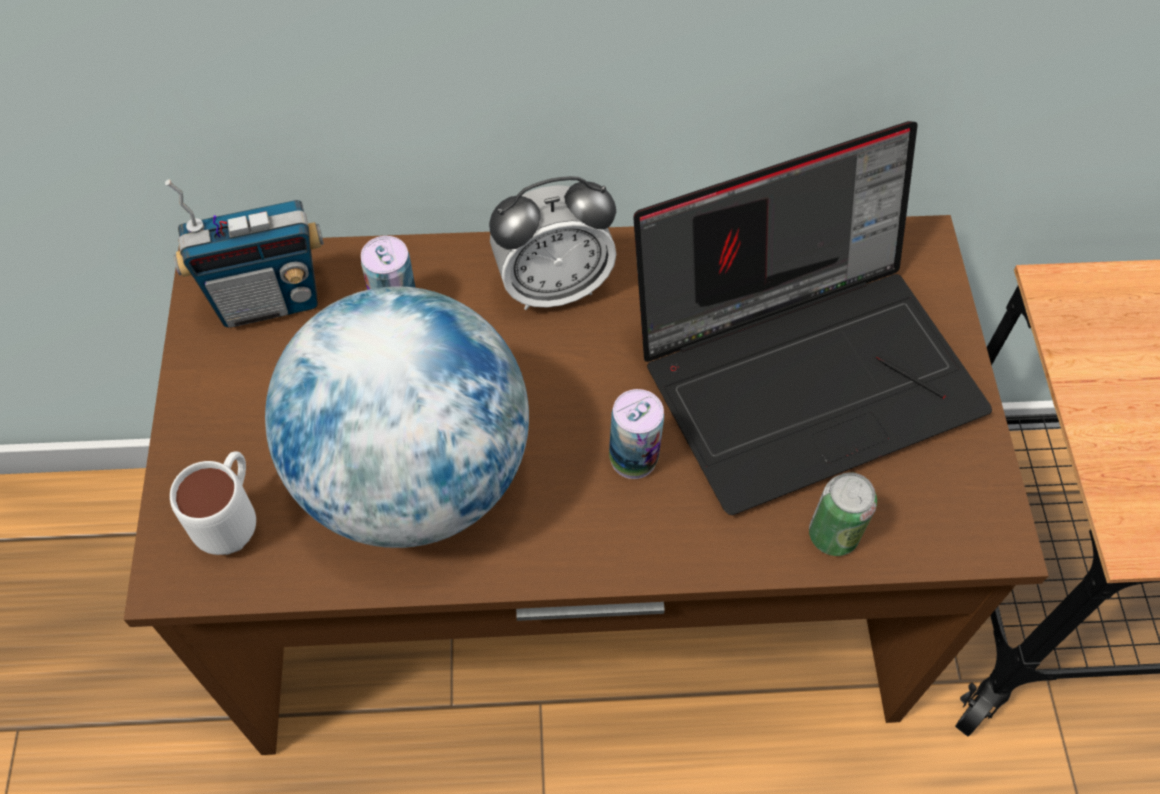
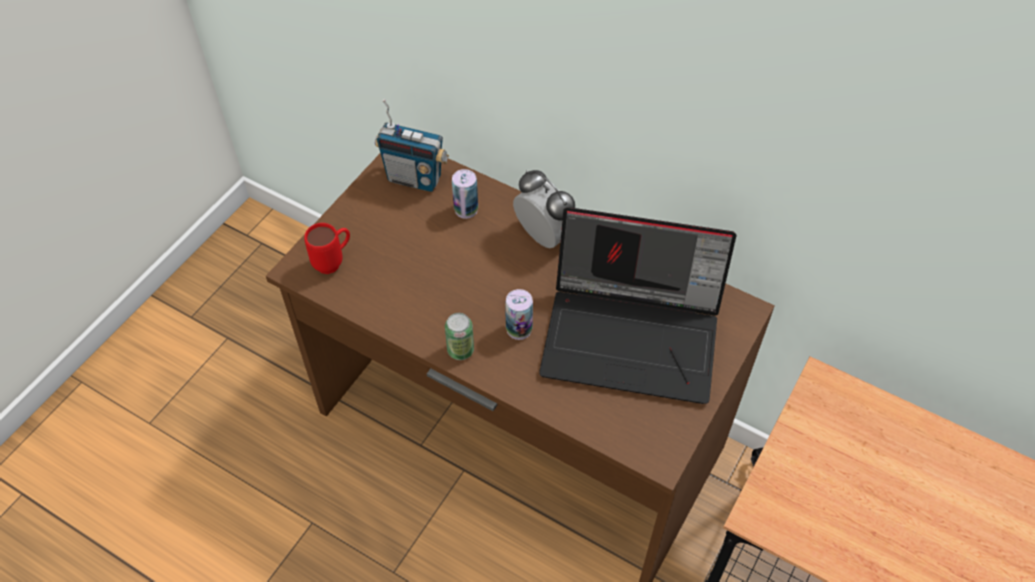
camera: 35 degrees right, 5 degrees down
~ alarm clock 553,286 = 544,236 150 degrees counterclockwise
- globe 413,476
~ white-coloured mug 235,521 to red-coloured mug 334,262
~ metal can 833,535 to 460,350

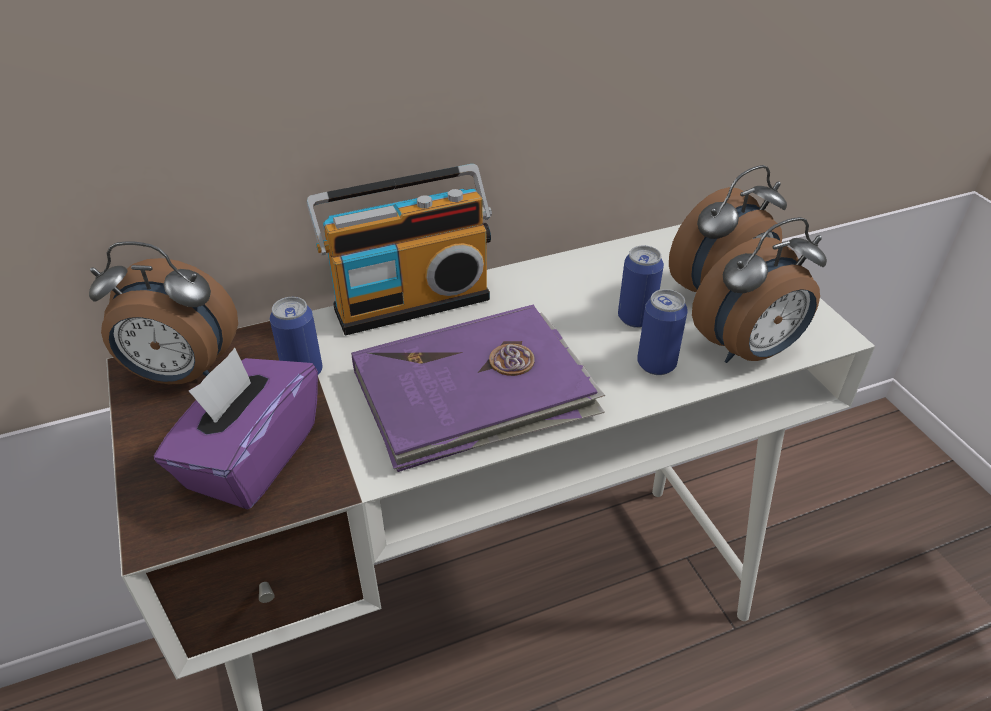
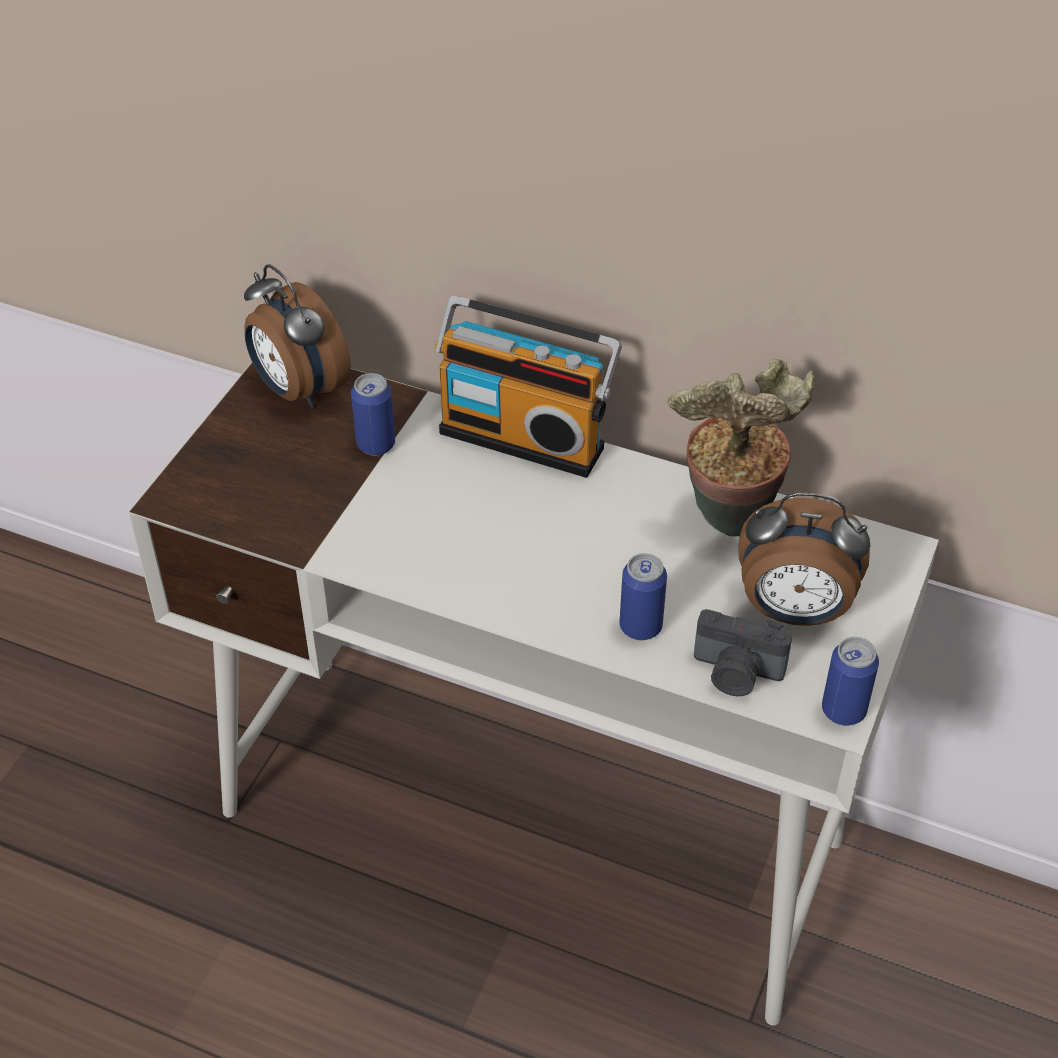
camera: 45 degrees right, 5 degrees up
~ alarm clock 748,351 to still camera 736,673
~ metal can 635,318 to 843,710
- purplish volume 475,393
- purplish box of tissues 251,458
+ plant in a pot 729,522

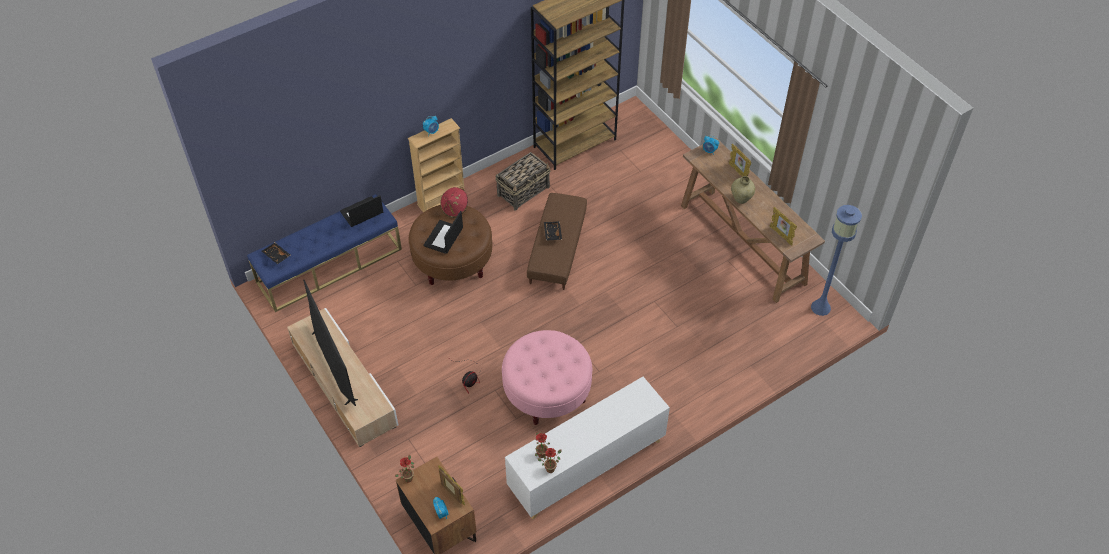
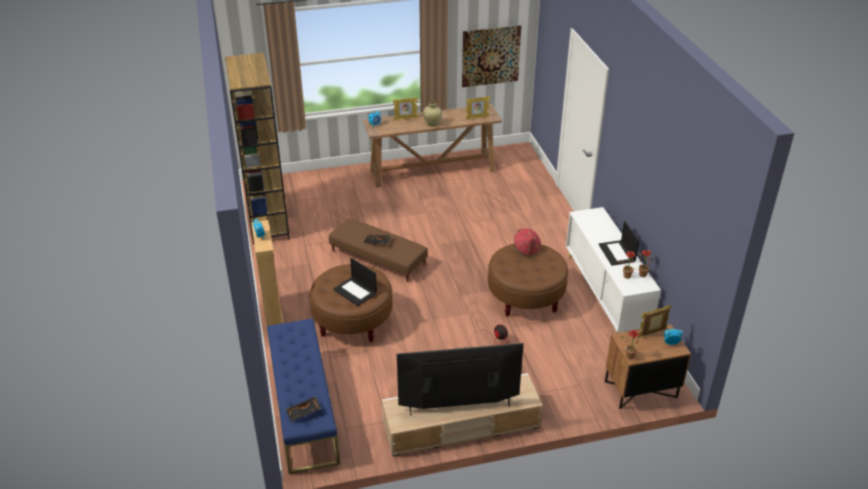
camera: 70 degrees left, 15 degrees down
- basket 524,191
~ red-coloured wearable hat 455,208 to 526,249
~ laptop 361,212 to 617,253
- blue standard lamp 820,307
~ pink pouffe 547,391 to brown pouffe 525,298
+ wall picture 490,56

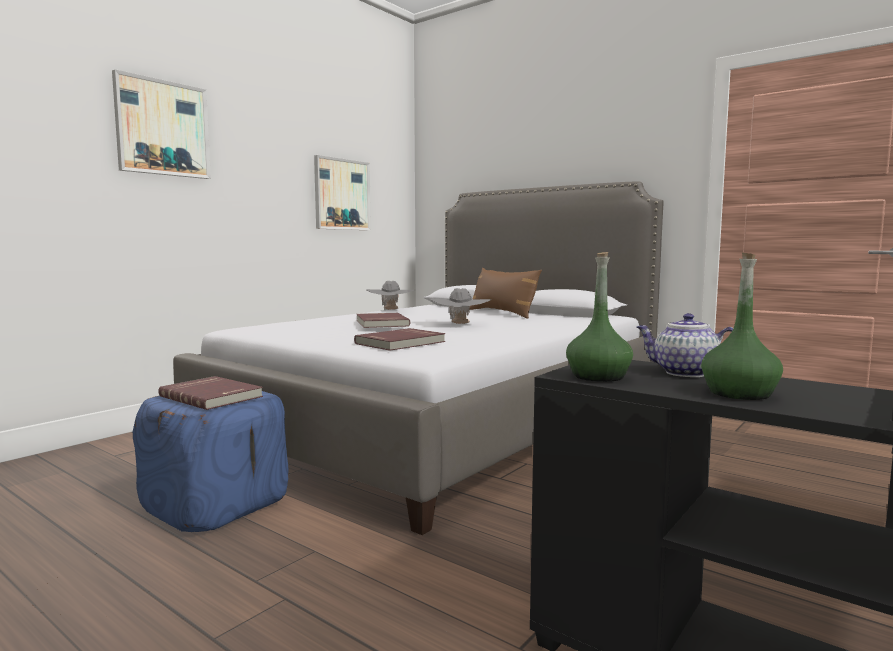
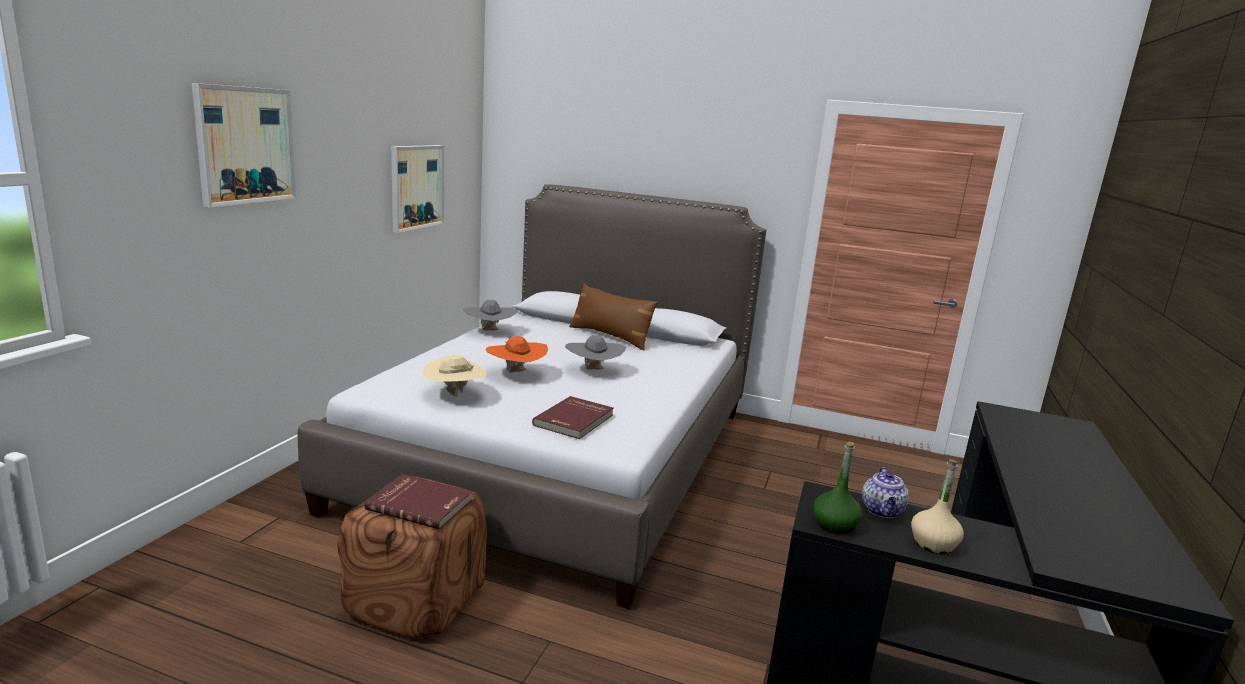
camera: 20 degrees left, 10 degrees up
~ green-coloured bottle 739,393 to beige bottle 933,544
~ red-coloured volume 380,323 to orangey wearable hat 516,373
~ tea pot 684,373 = 882,511 90 degrees counterclockwise
~ blue pouffe 217,505 to brown pouffe 417,600
+ beige wearable hat 454,395

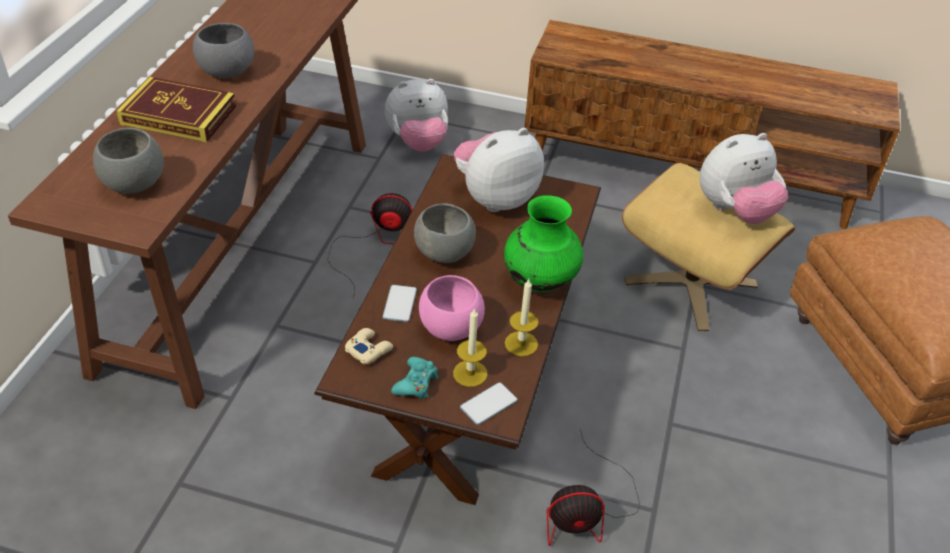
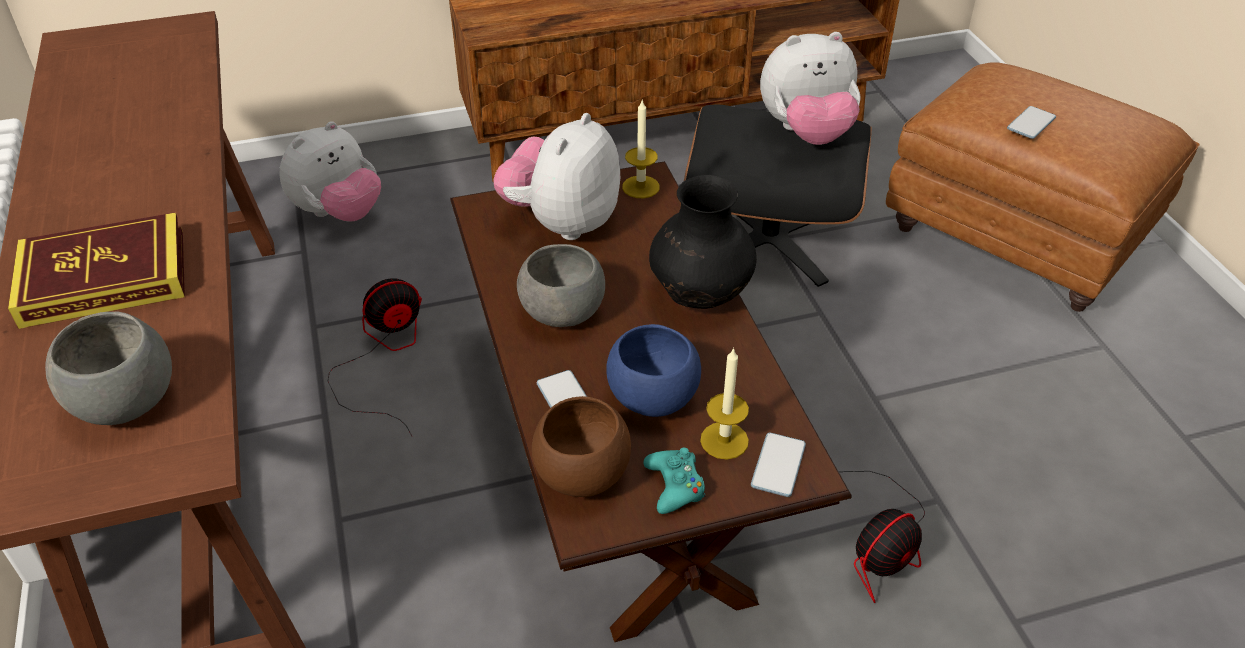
camera: 30 degrees left, 0 degrees up
- gray serving bowl 226,72
~ soft toy 734,211 = 806,133 45 degrees clockwise
~ beige pouffe 691,283 to black-coloured pouffe 769,239
~ green-coloured flower vase 540,281 to black-coloured flower vase 699,294
~ pink serving bowl 450,329 to blue serving bowl 653,400
~ wax light 521,344 to 640,187
~ beige game controller 368,349 to brown serving bowl 580,475
+ handset 1031,123

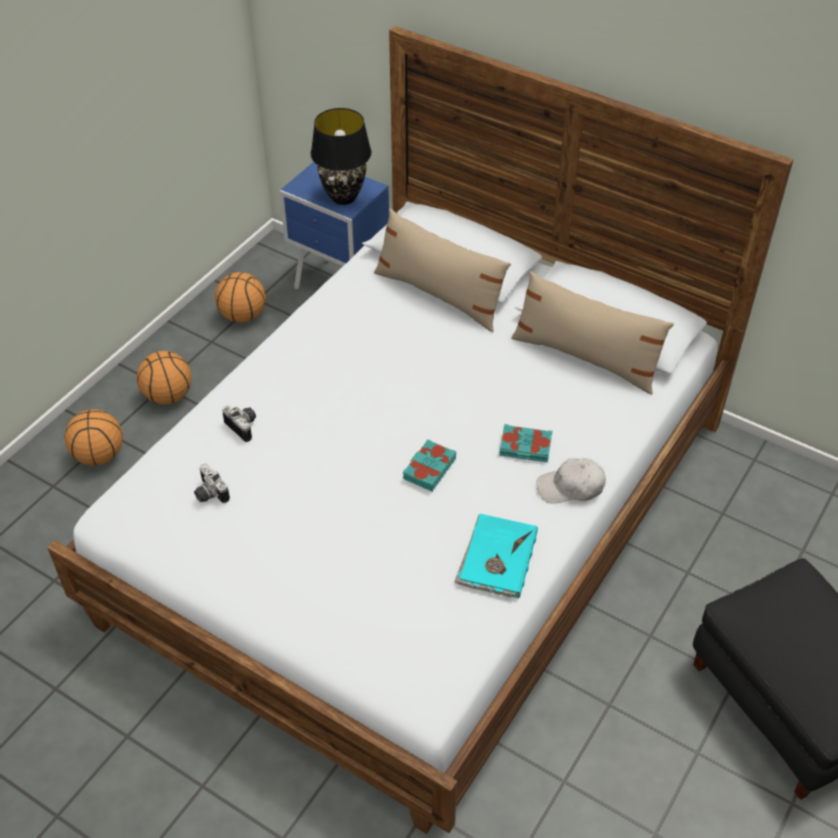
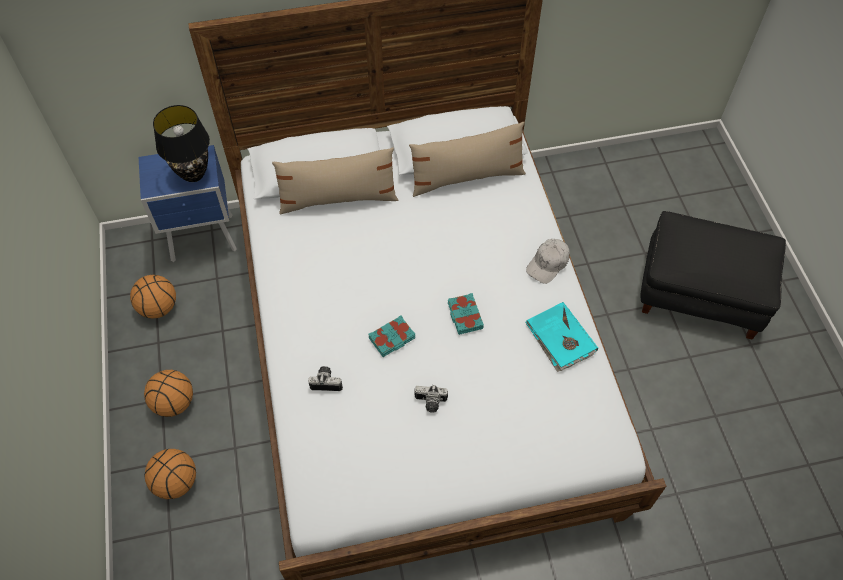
camera: 45 degrees left, 10 degrees up
~ blue-green volume 525,447 to 392,338
~ still camera 209,494 to 430,403

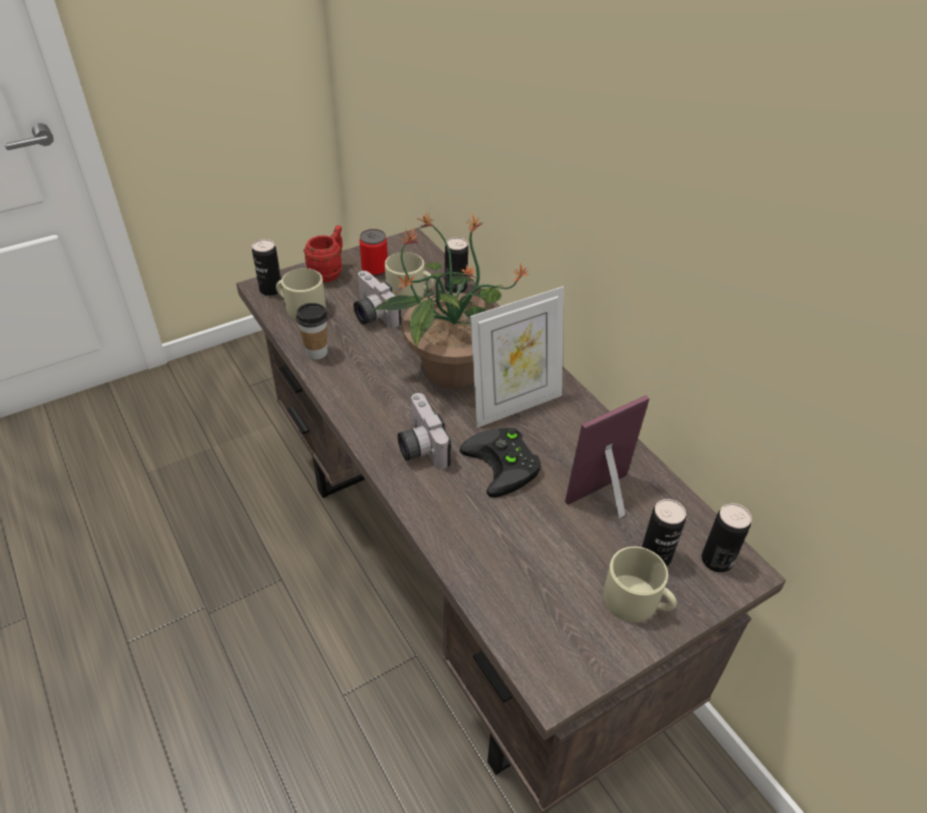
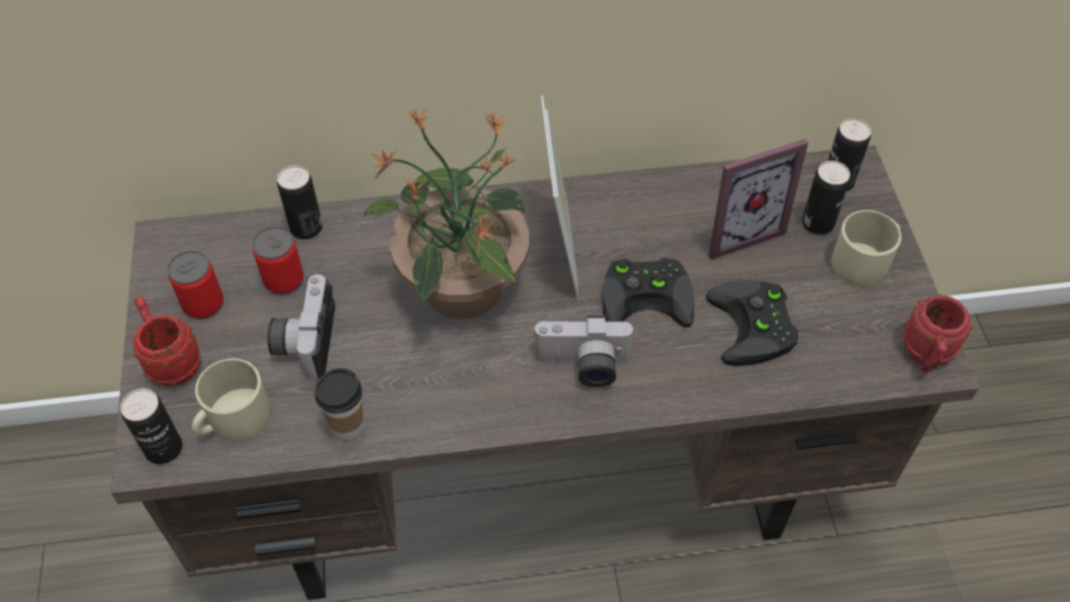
camera: 65 degrees left, 10 degrees up
~ beige mug 410,292 to metal can 284,280
~ still camera 371,314 = 304,339 105 degrees clockwise
~ picture frame 608,501 = 736,229 105 degrees counterclockwise
+ black-coloured game controller 756,328
+ red-coloured mug 926,356

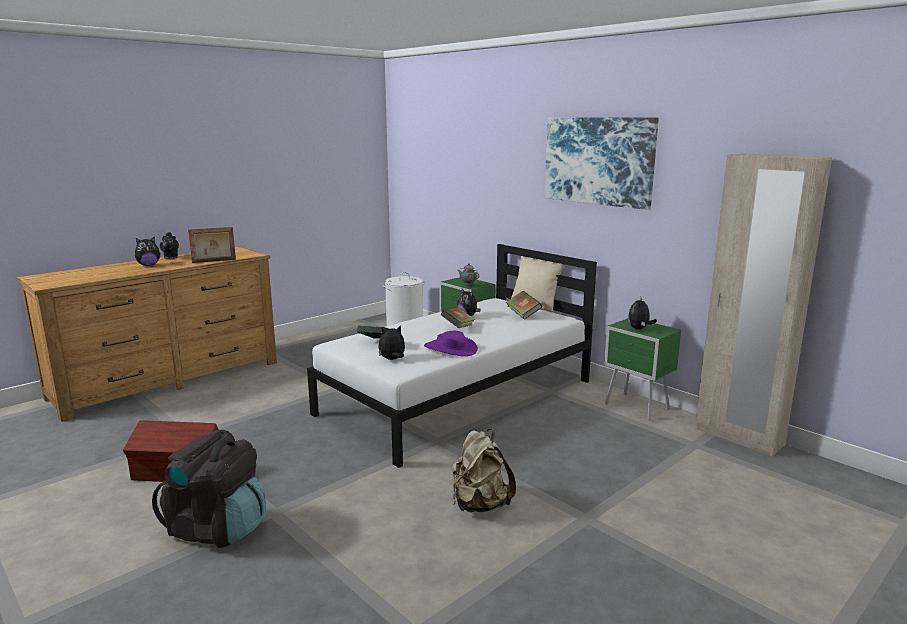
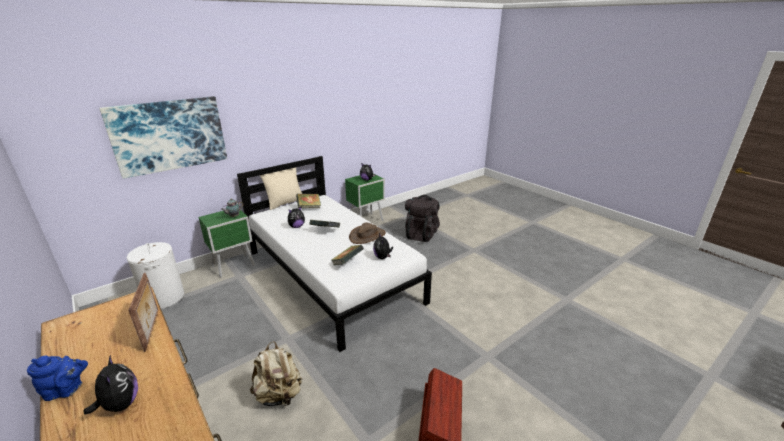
camera: 85 degrees left, 10 degrees up
~ wall picture 598,161 to 169,135
- beige armoire 738,437
~ black-coloured tea pot 170,257 to blue tea pot 66,390
~ purplish wearable hat 450,348 to brown wearable hat 367,236
~ beige rucksack 479,505 to 279,395
~ black-coloured rucksack 218,528 to 421,234

